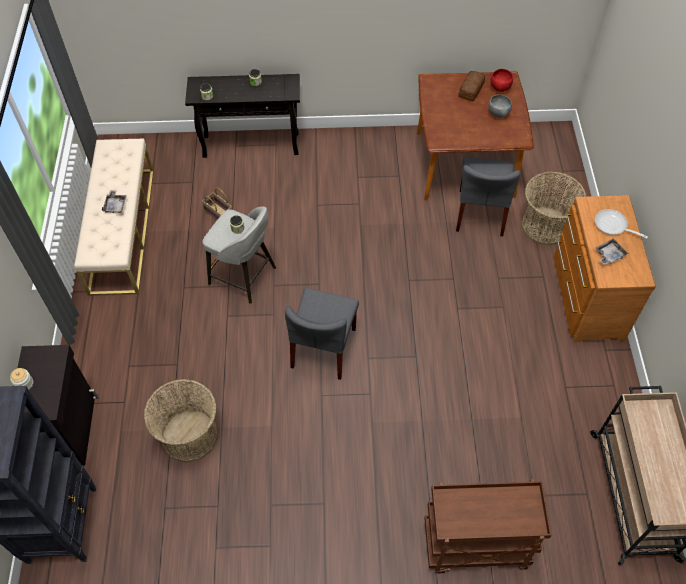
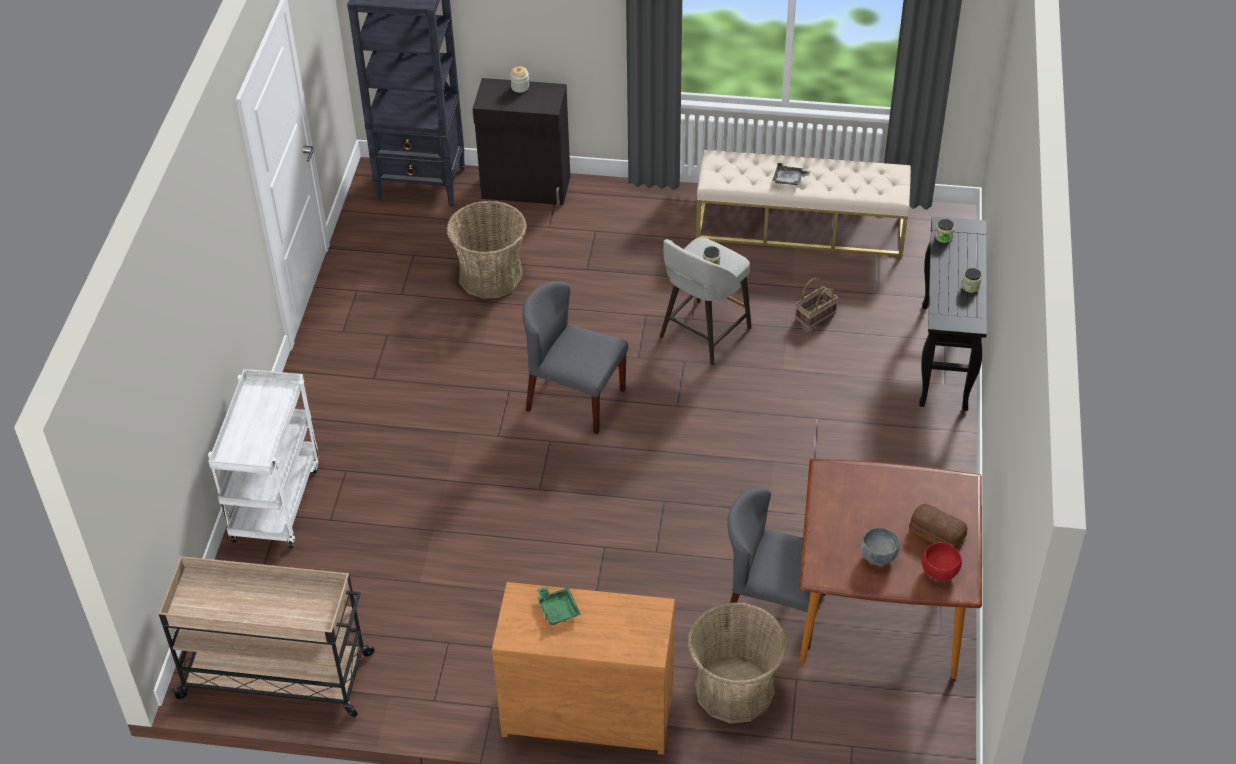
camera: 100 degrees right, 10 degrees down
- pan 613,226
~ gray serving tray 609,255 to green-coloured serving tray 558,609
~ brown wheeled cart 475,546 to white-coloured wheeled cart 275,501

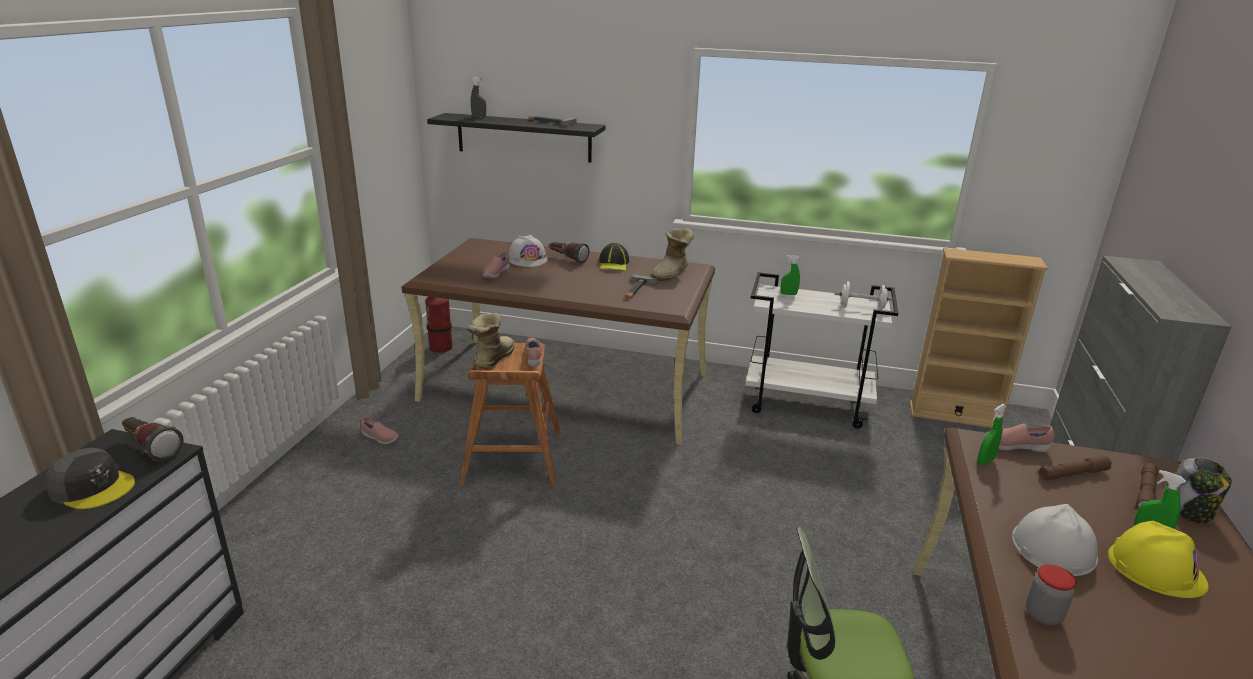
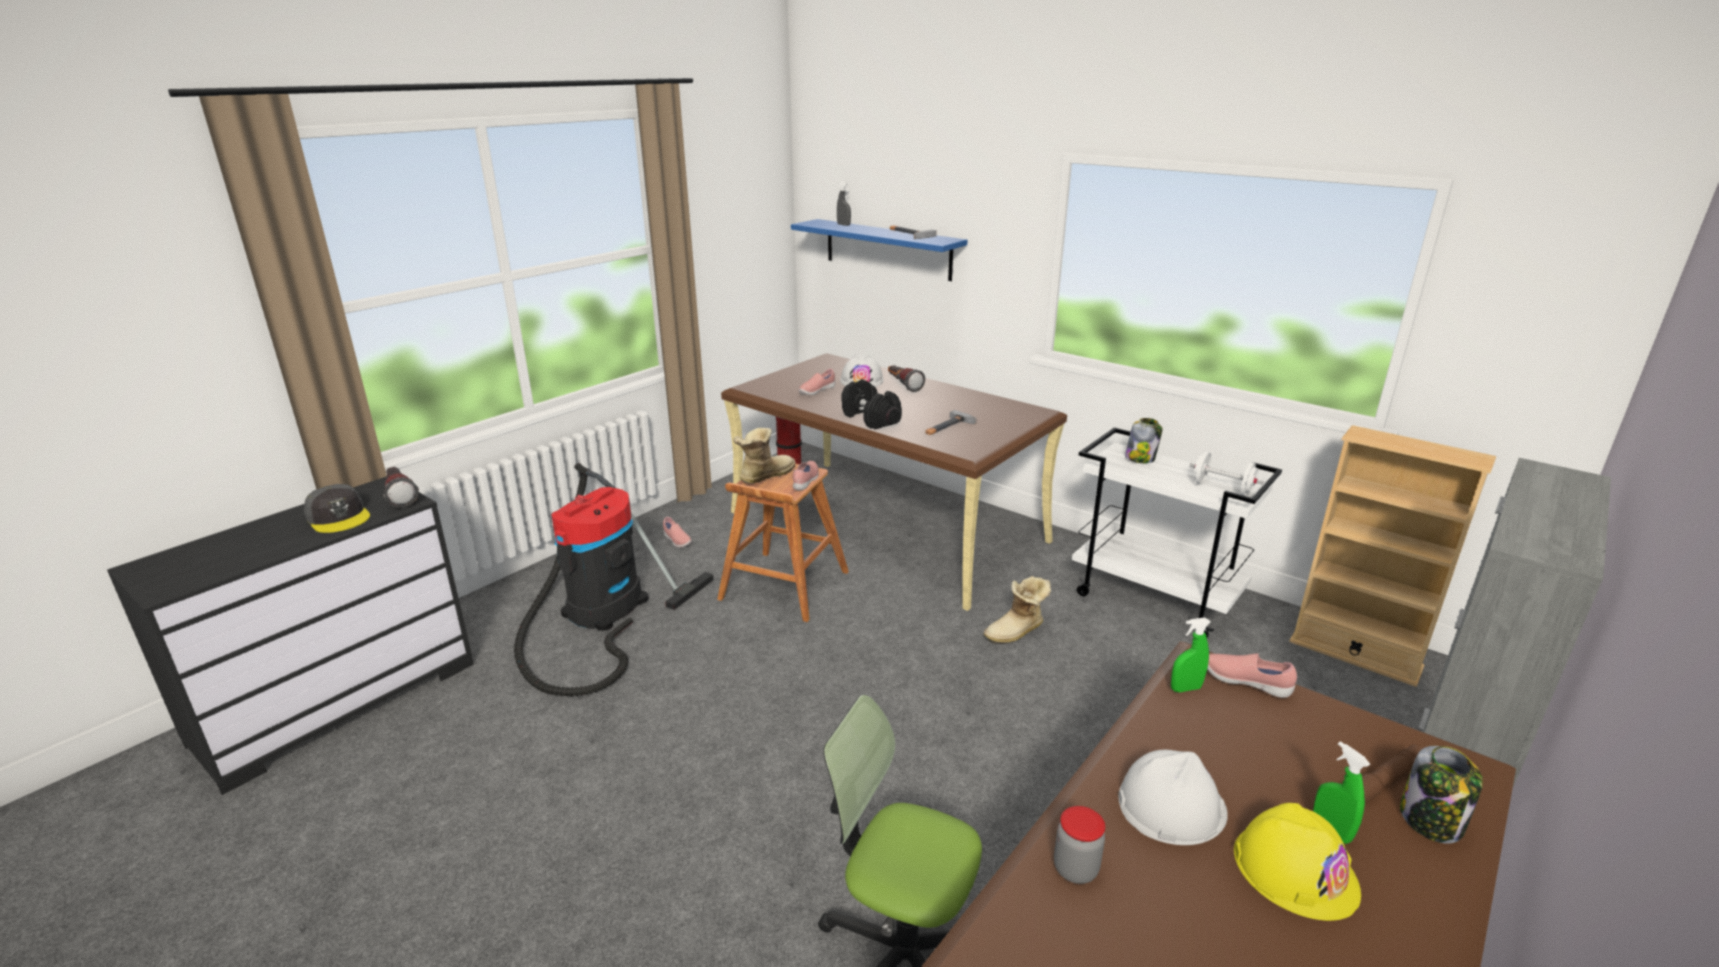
camera: 25 degrees right, 0 degrees up
~ black-coloured wall shelf 523,137 to blue wall shelf 887,249
~ high-top boot 672,273 to 1017,632
- baseball cap 614,264
~ green-coloured hand sprayer 788,294 to jar 1140,458
- brown flashlight 1072,474
+ black-coloured hand weight 870,419
+ vacuum cleaner 600,613

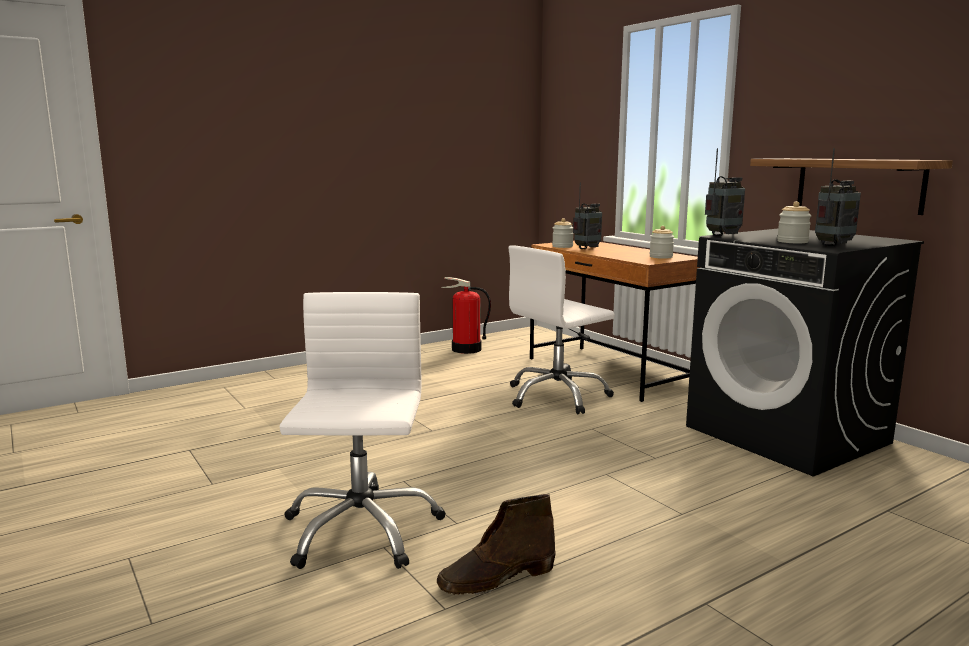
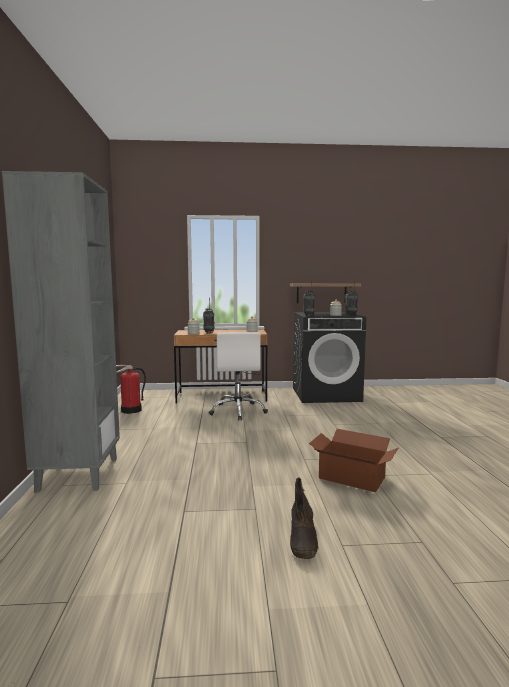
camera: 60 degrees left, 5 degrees down
~ white-coloured desk chair 360,529 to packing box 351,477
~ brown high-top boot 496,578 to 303,538
+ gray bookshelf 78,474

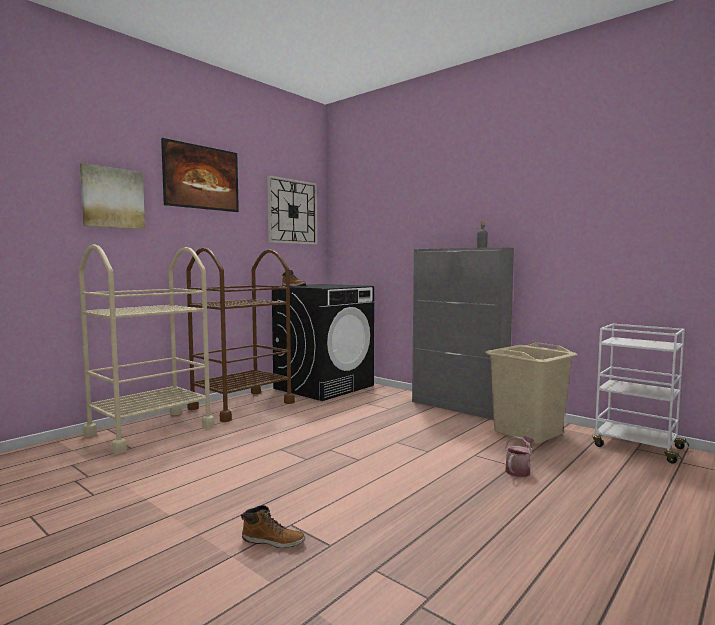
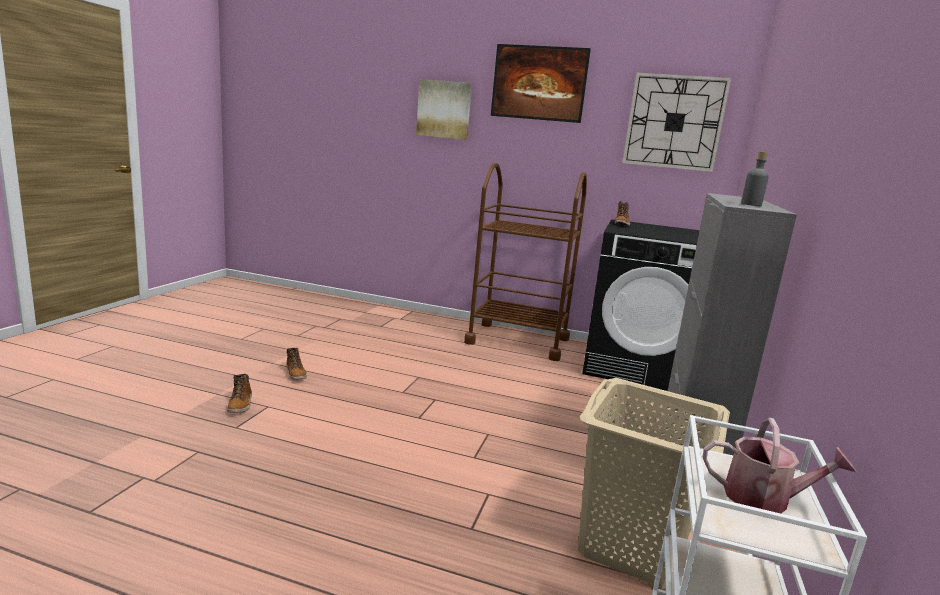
camera: 65 degrees right, 10 degrees up
- beige wheeled cart 150,430
~ watering pot 519,470 to 765,499
+ high-top boot 296,373

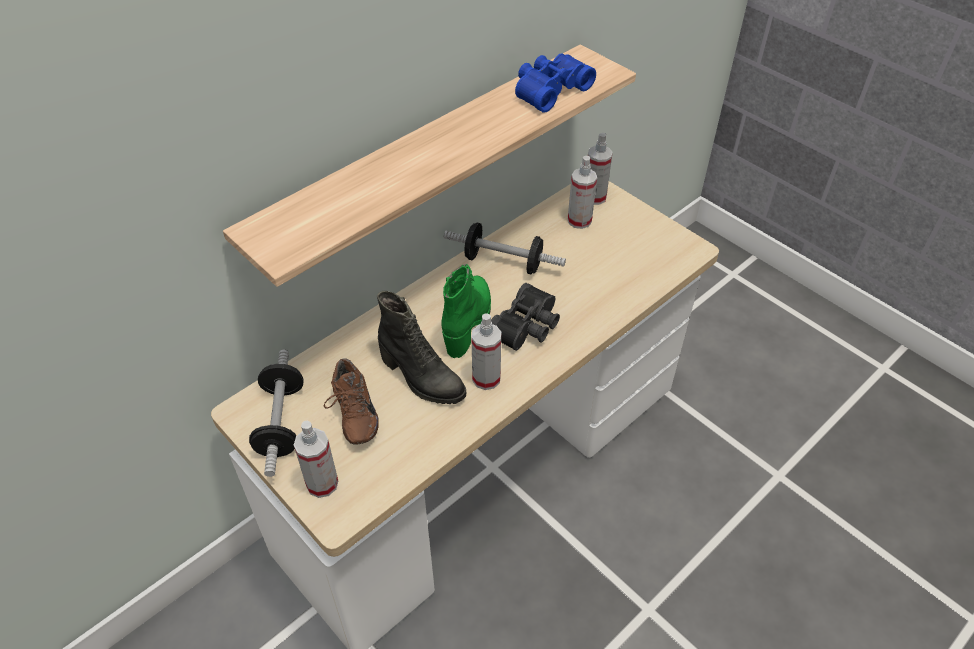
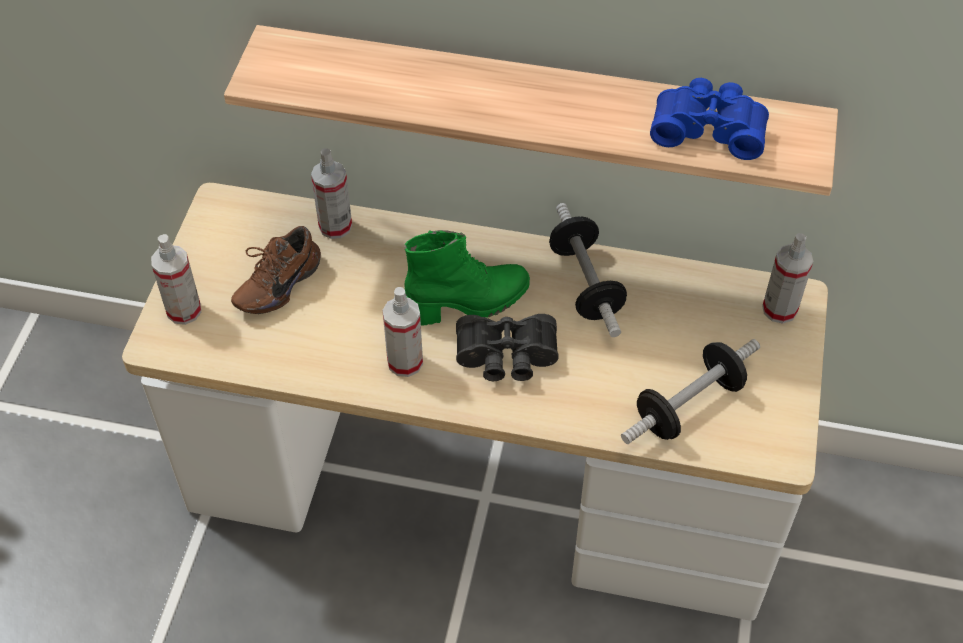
camera: 55 degrees right, 5 degrees up
~ hand sprayer 579,220 to 335,226
- black-coloured high-top boot 421,378
~ hand weight 281,423 to 688,405

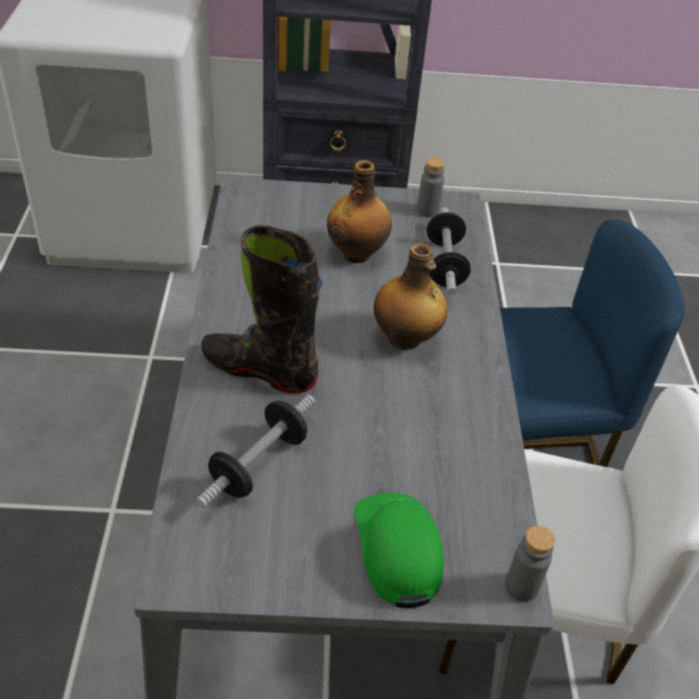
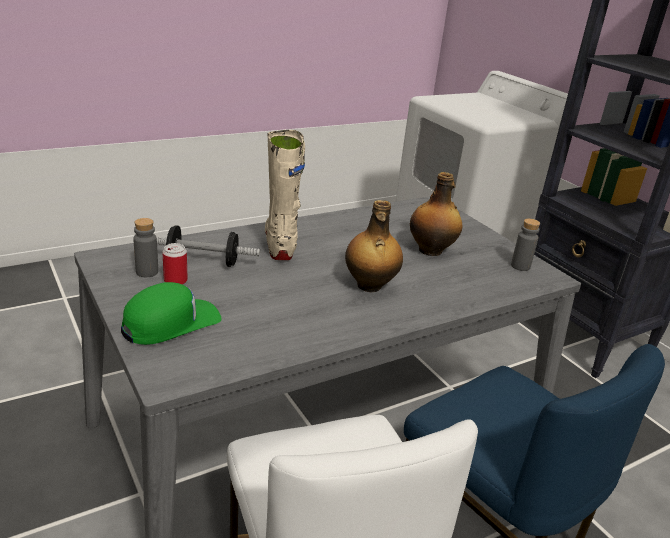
camera: 60 degrees right, 15 degrees down
- hand weight 445,265
~ black-coloured high-top boot 260,370 to beige high-top boot 280,244
~ gray bottle 521,587 to 147,272
+ metal can 175,281

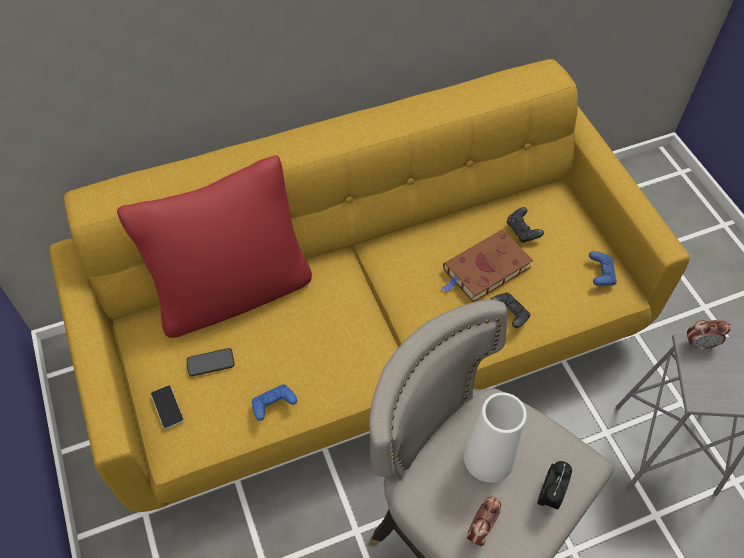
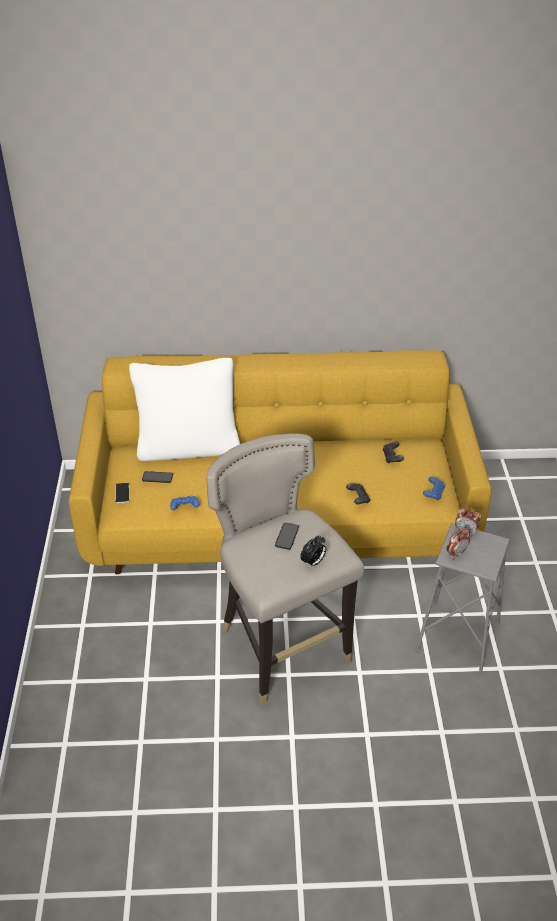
camera: 20 degrees right, 15 degrees down
~ red-coloured cushion 233,292 to white-coloured cushion 188,447
- brown volume 485,270
~ white-coloured flower vase 489,457 to handset 287,536
~ alarm clock 480,530 to 456,554

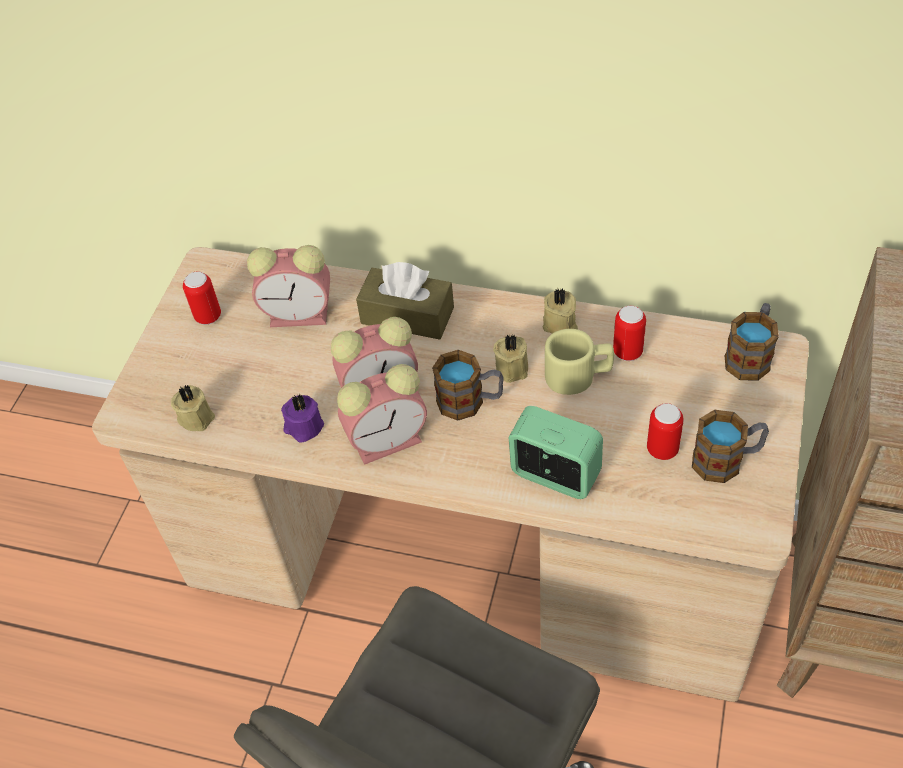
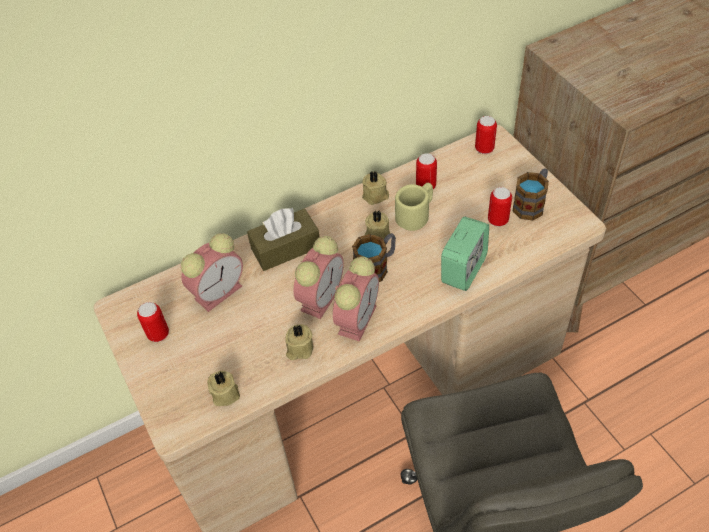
camera: 45 degrees left, 0 degrees up
~ mug 750,355 to metal can 484,149
~ purplish wax light 303,427 to beige wax light 299,349
~ alarm clock 555,475 = 463,270 135 degrees clockwise

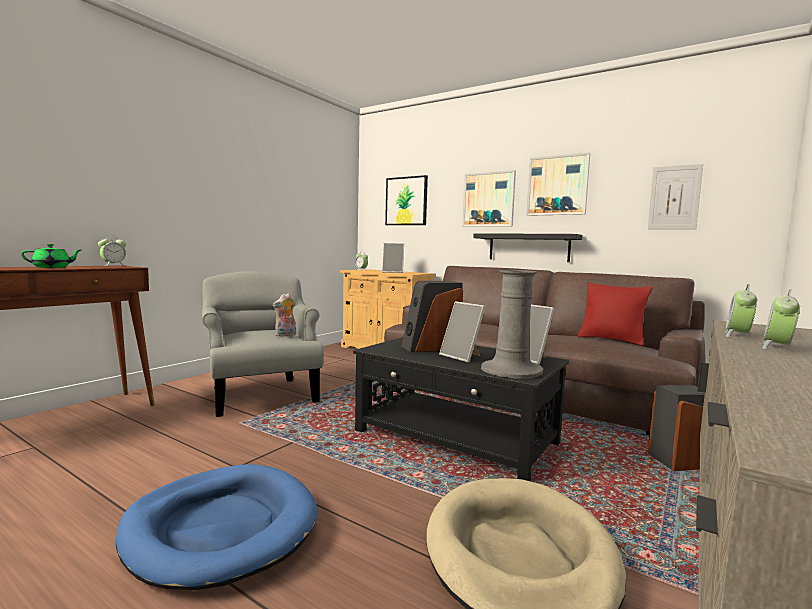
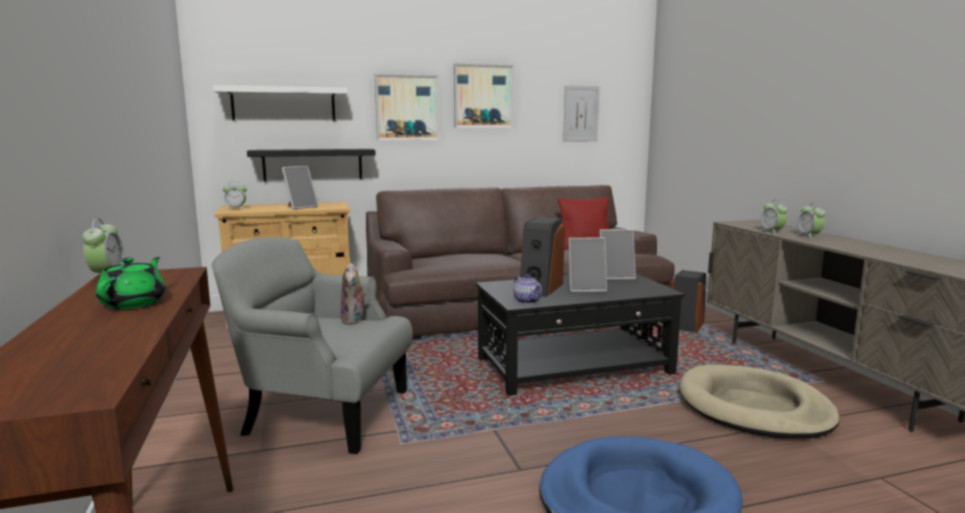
camera: 50 degrees left, 5 degrees up
~ wall picture 406,201 to white-coloured wall shelf 283,104
~ black-coloured wall shelf 528,247 to 313,164
- gray flower vase 511,370
+ tea pot 527,301

